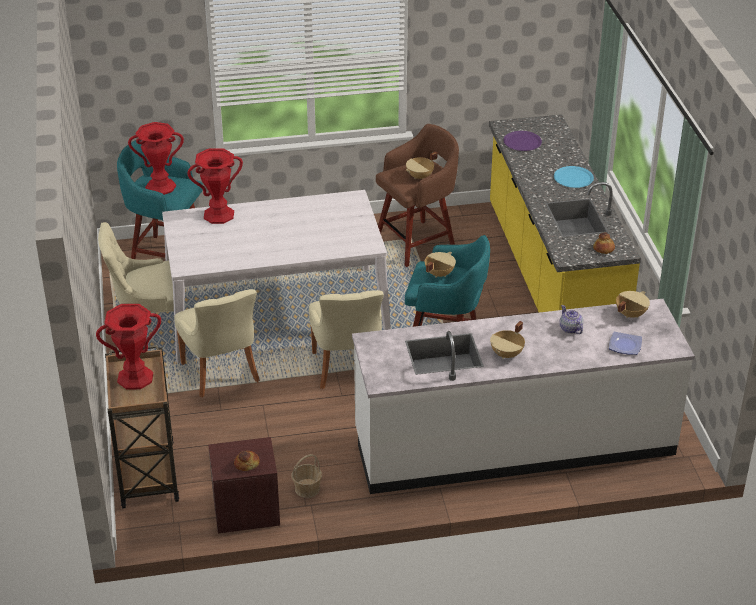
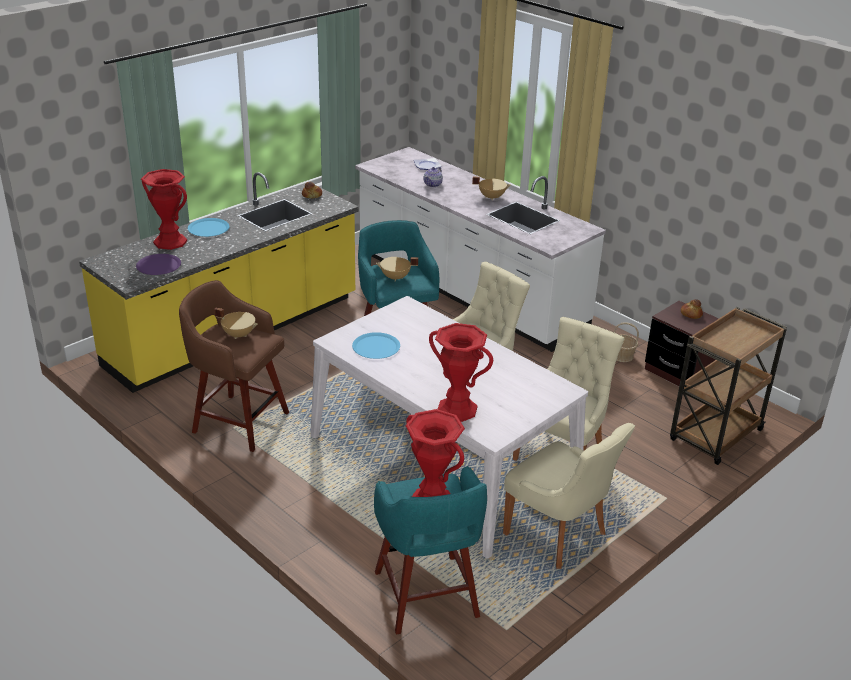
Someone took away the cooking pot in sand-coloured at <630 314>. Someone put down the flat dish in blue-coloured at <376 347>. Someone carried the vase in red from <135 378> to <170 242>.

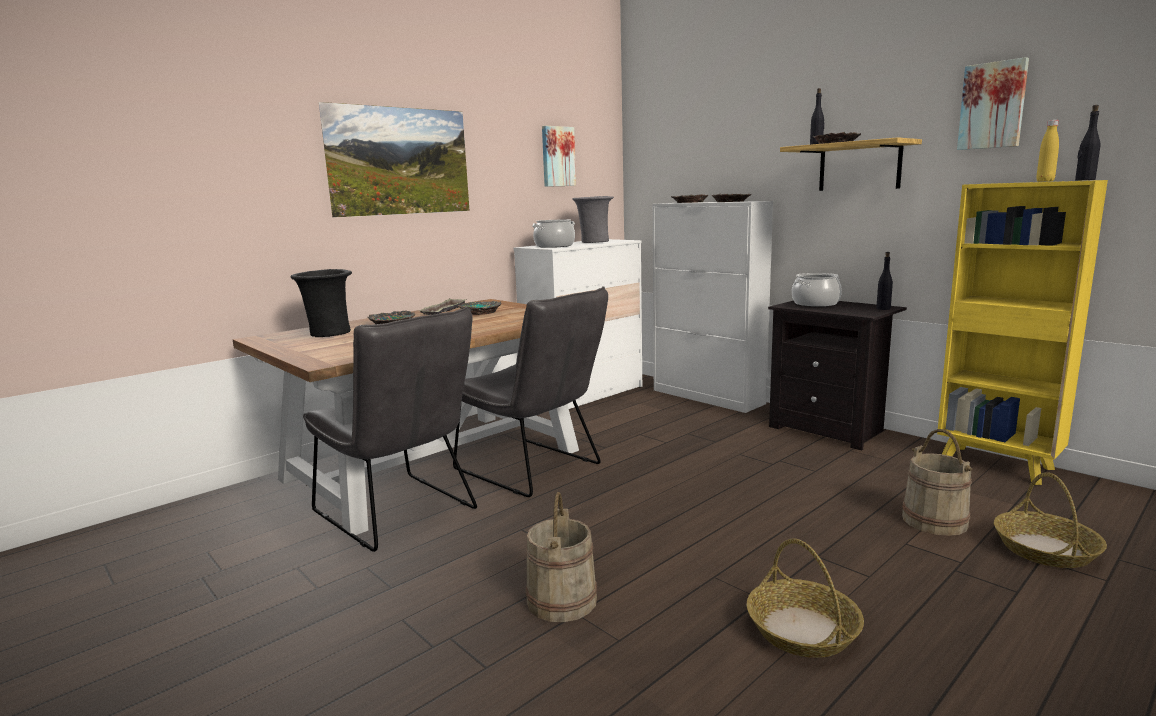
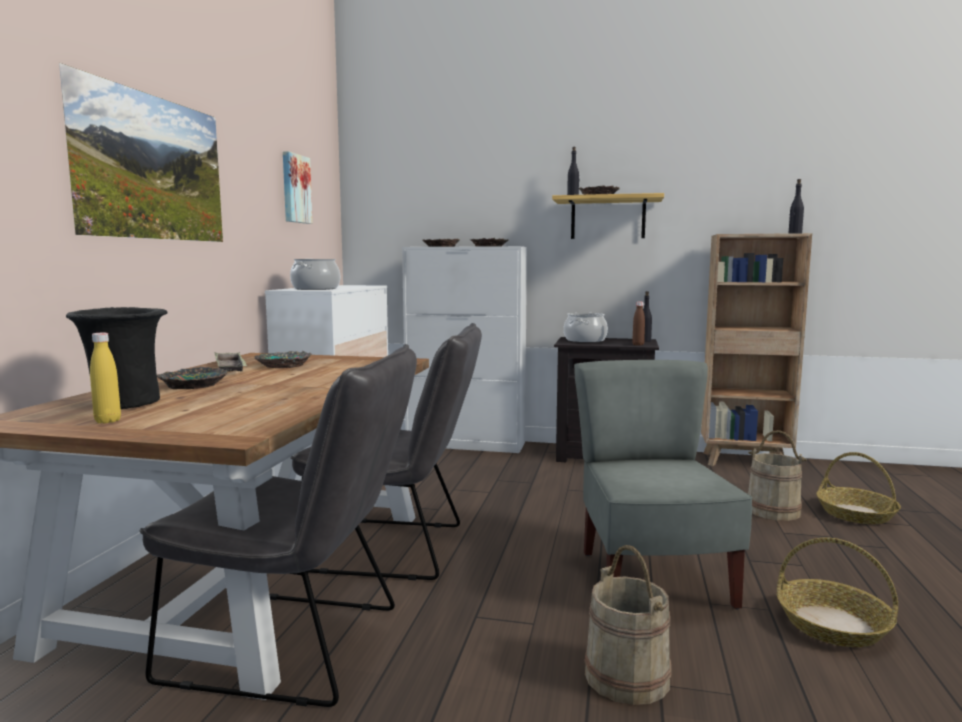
Someone took away the vase in gray at <594 242>. Someone took away the wall art at <992 106>. Someone put down the upright chair in gray at <651 579>. Someone put down the beverage bottle in brown-coloured at <638 345>. Someone carried the beverage bottle in yellowish from <1045 181> to <107 421>. Someone repainted the bookshelf in yellowish at <998 465>, which became the bookshelf in brown-coloured at <745 461>.

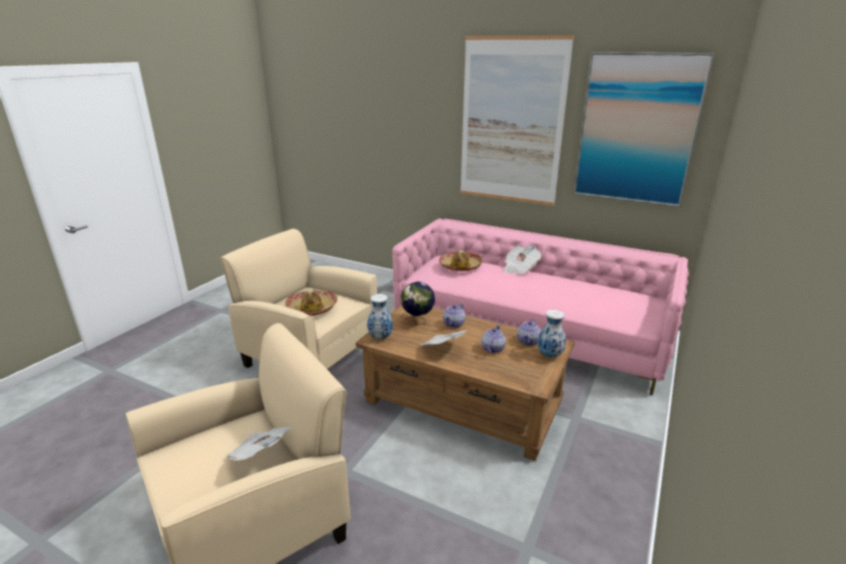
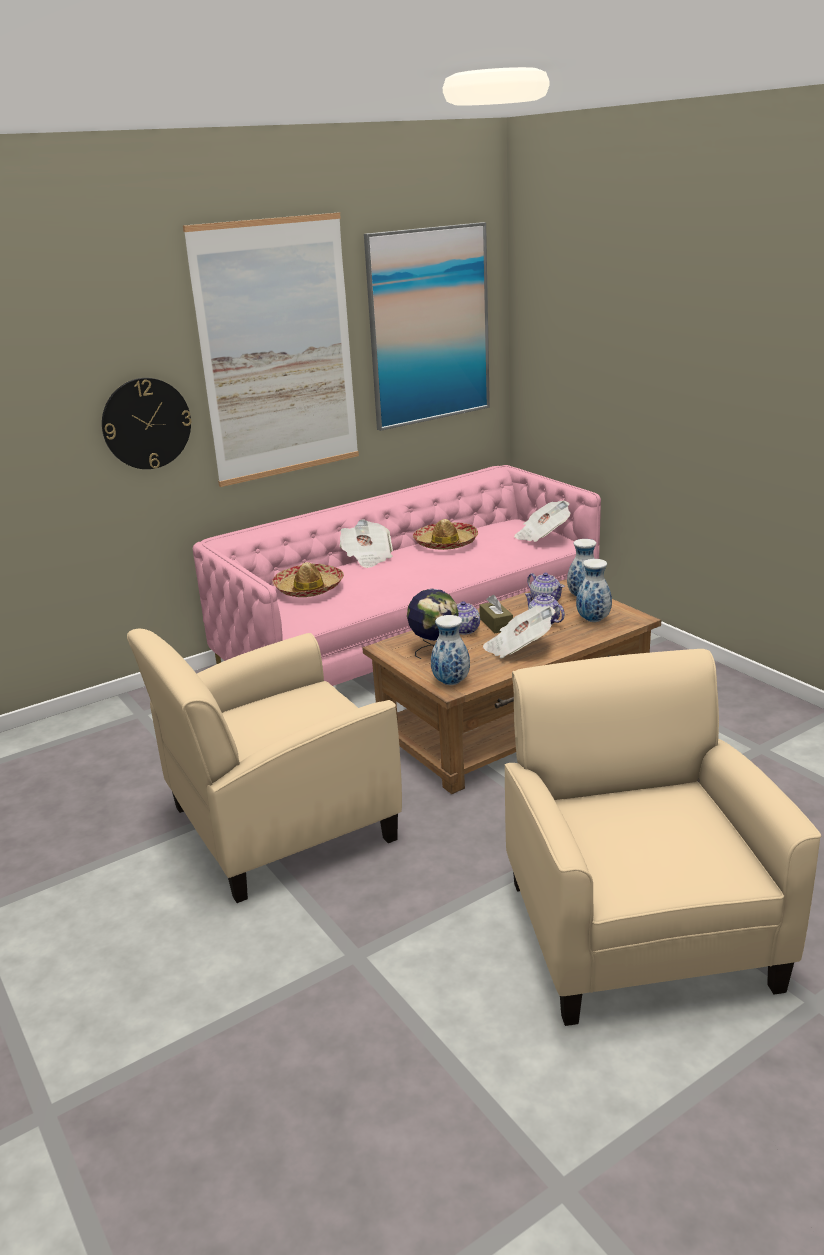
Someone put up the wall clock at <146 423>. Someone put down the tissue box in brown-coloured at <496 624>. Someone put down the vase at <592 620>. Someone carried the newspaper from <260 455> to <542 535>. Someone carried the hat from <312 308> to <445 543>.

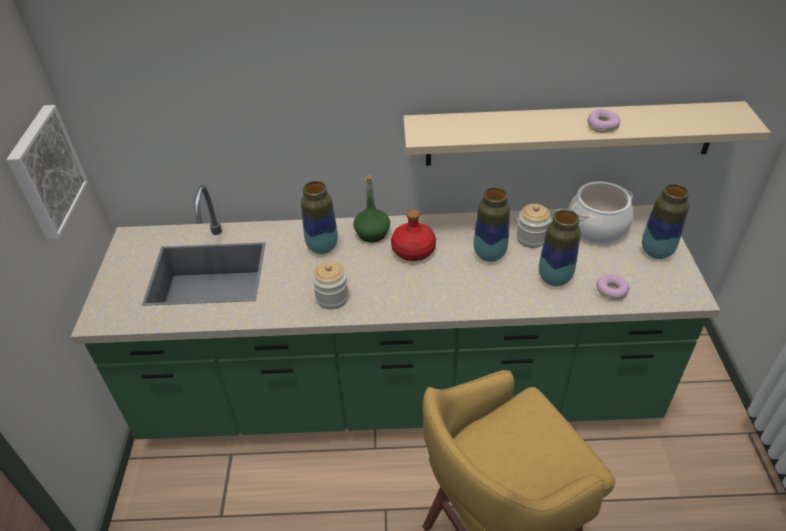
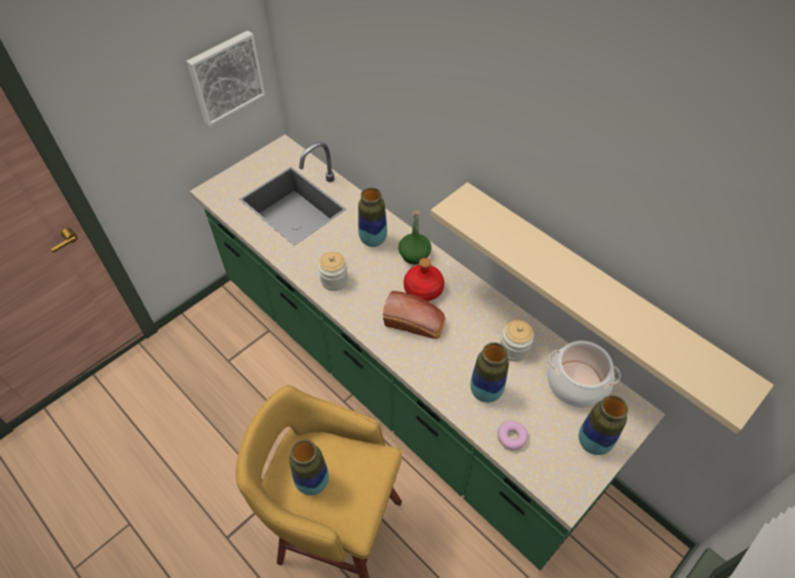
Someone took away the doughnut at <602 126>. Someone put down the baked bread at <416 323>. Someone carried the vase from <489 254> to <312 482>.

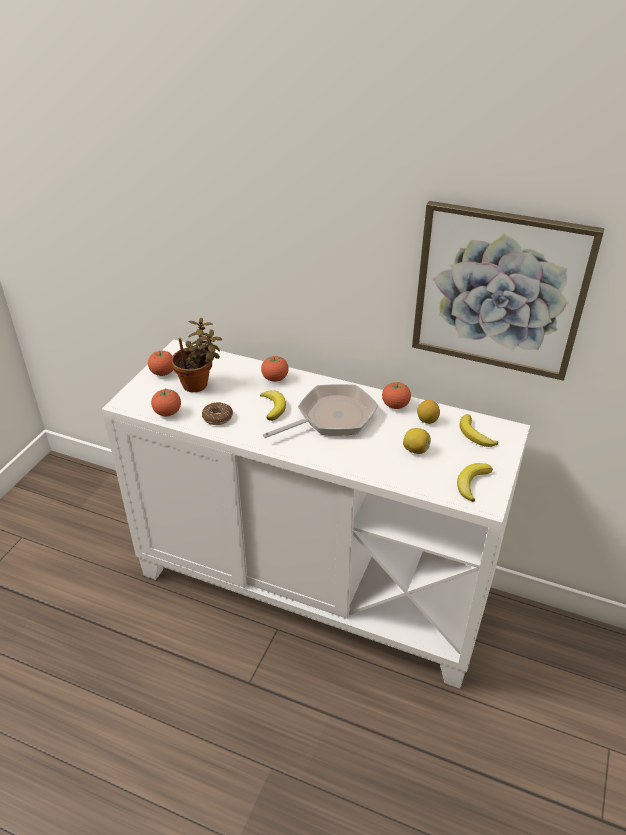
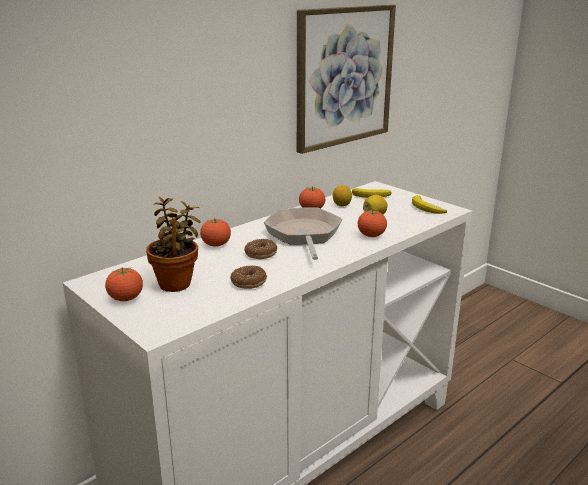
Someone carried the whole tomato from <167 413> to <371 236>. Someone swapped the banana fruit at <273 407> for the doughnut at <261 254>.

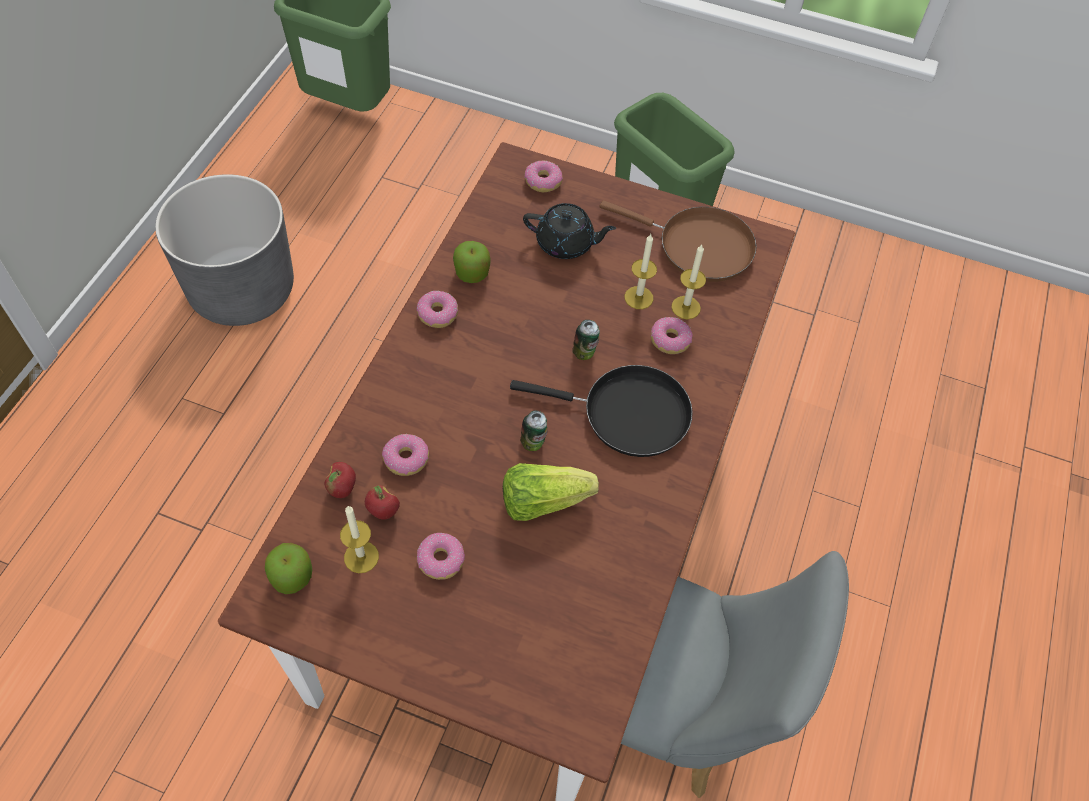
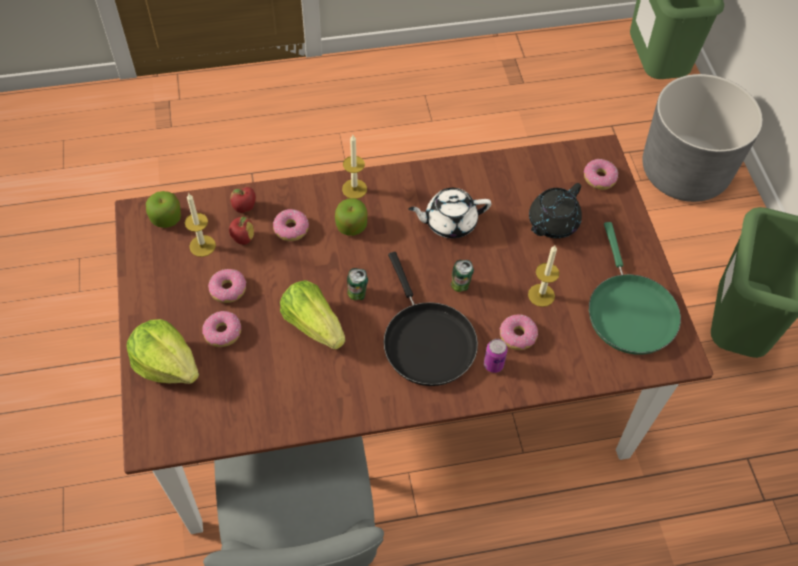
Someone put down the lettuce at <166 364>. Someone put down the pot for tea in whitish at <449 222>. Someone put down the metal can at <493 365>. Someone carried the plant pot in gray from <242 290> to <684 172>. Someone carried the doughnut from <437 314> to <223 332>. Someone carried the apple from <472 272> to <351 226>. Someone carried the wax candle from <685 307> to <354 189>. Someone repainted the pan in brown-coloured at <698 246>, which became the pan in greenish at <629 311>. Someone rotated the pot for tea in black-coloured at <566 244> by 60 degrees clockwise.

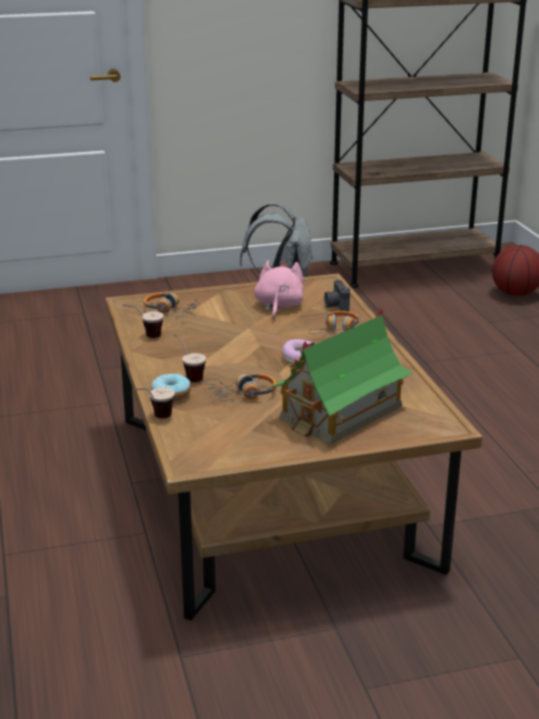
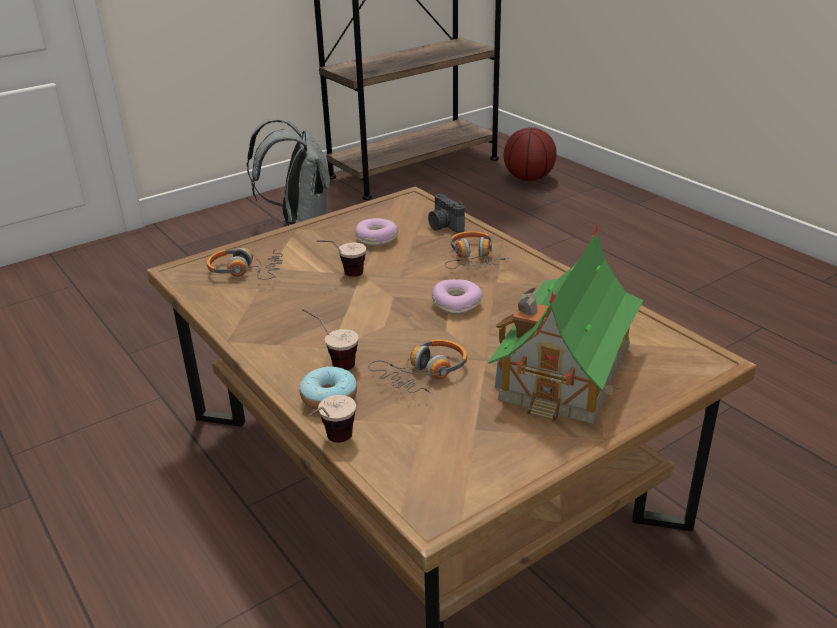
Someone carried the small cup from <144 336> to <343 276>. Someone swapped the cuddly toy in pink-coloured at <278 306> for the doughnut at <377 239>.

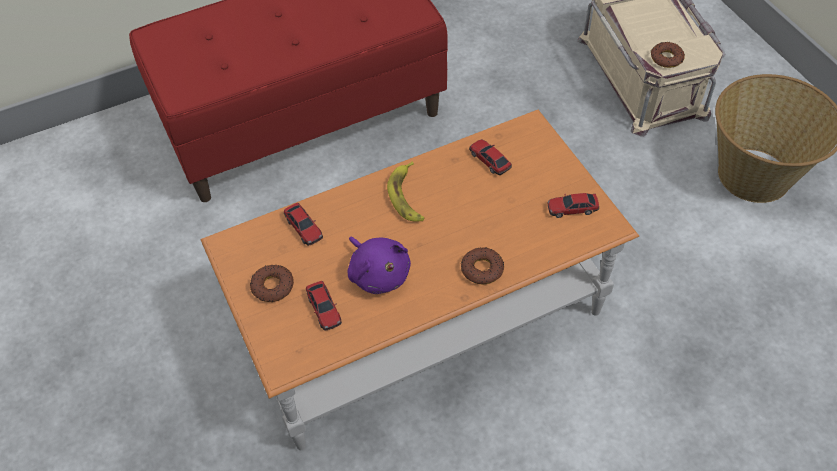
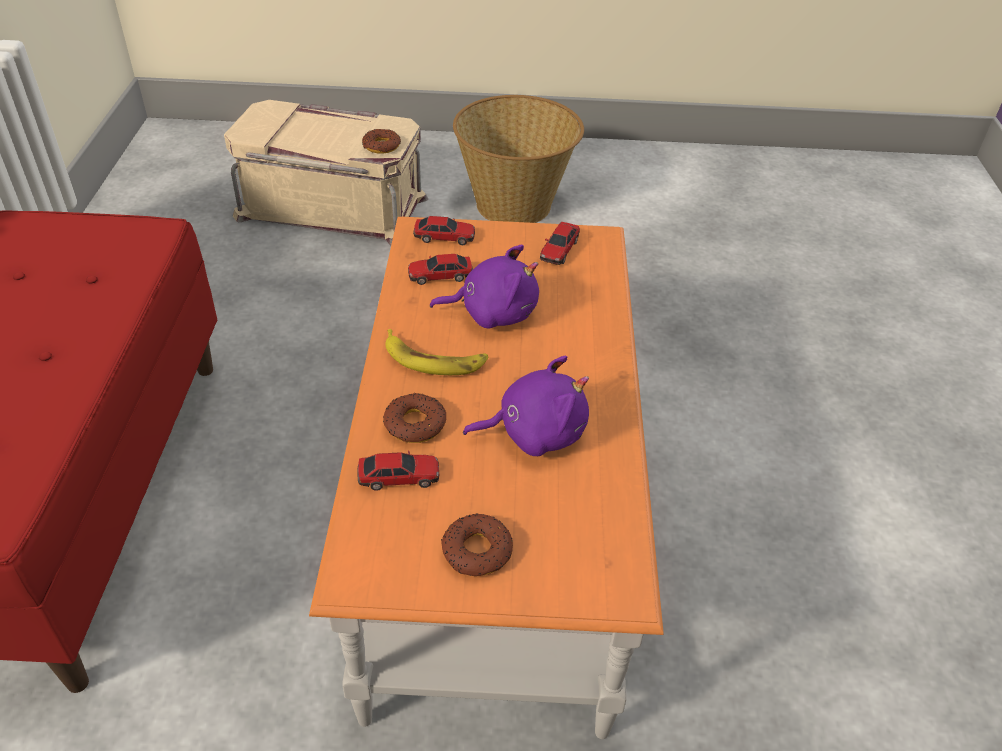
Someone put down the cuddly toy in purplish at <493 313>. Someone carried the miniature car from <324 309> to <444 237>. Someone carried the doughnut from <482 269> to <415 424>.

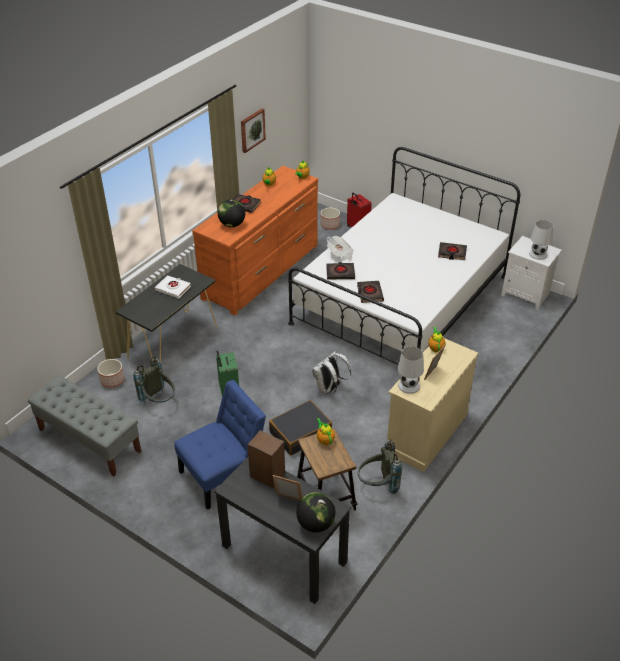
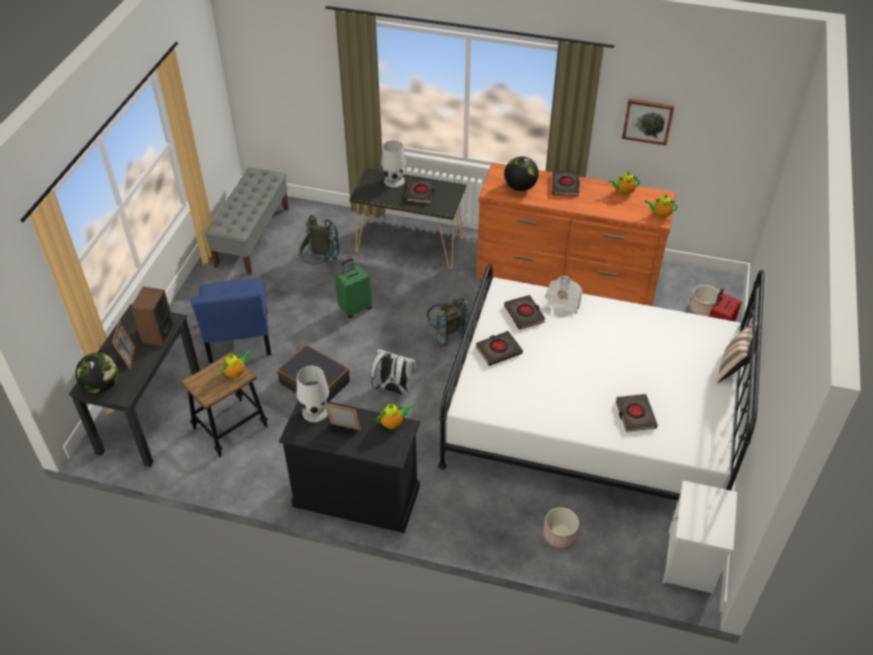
Someone put down the cushion in sand-coloured at <733 368>. Someone carried the plant pot from <112 380> to <559 535>. Someone carried the backpack in gray from <378 485> to <445 333>. Someone carried the tabletop lamp in whitish from <538 254> to <394 181>. Someone repainted the bound book in whitish at <173 289>, which became the bound book in black-coloured at <421 193>. Someone repainted the chest of drawers in sand-coloured at <426 432>, which became the chest of drawers in black-coloured at <356 496>. Someone rotated the upright chair in blue-coloured at <223 474> by 45 degrees clockwise.

